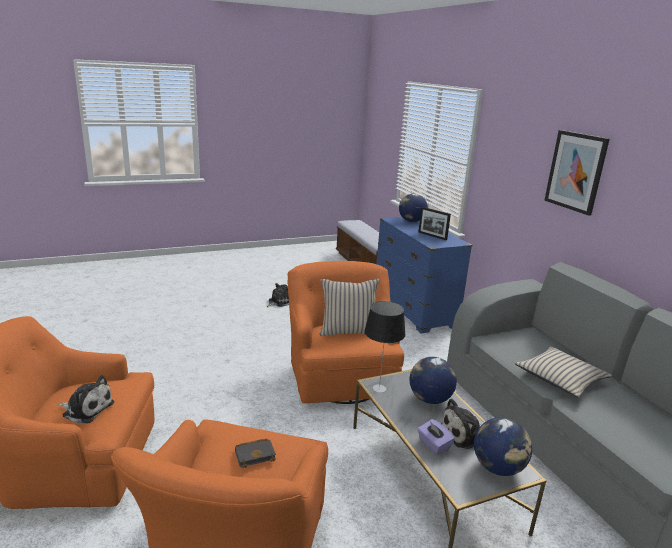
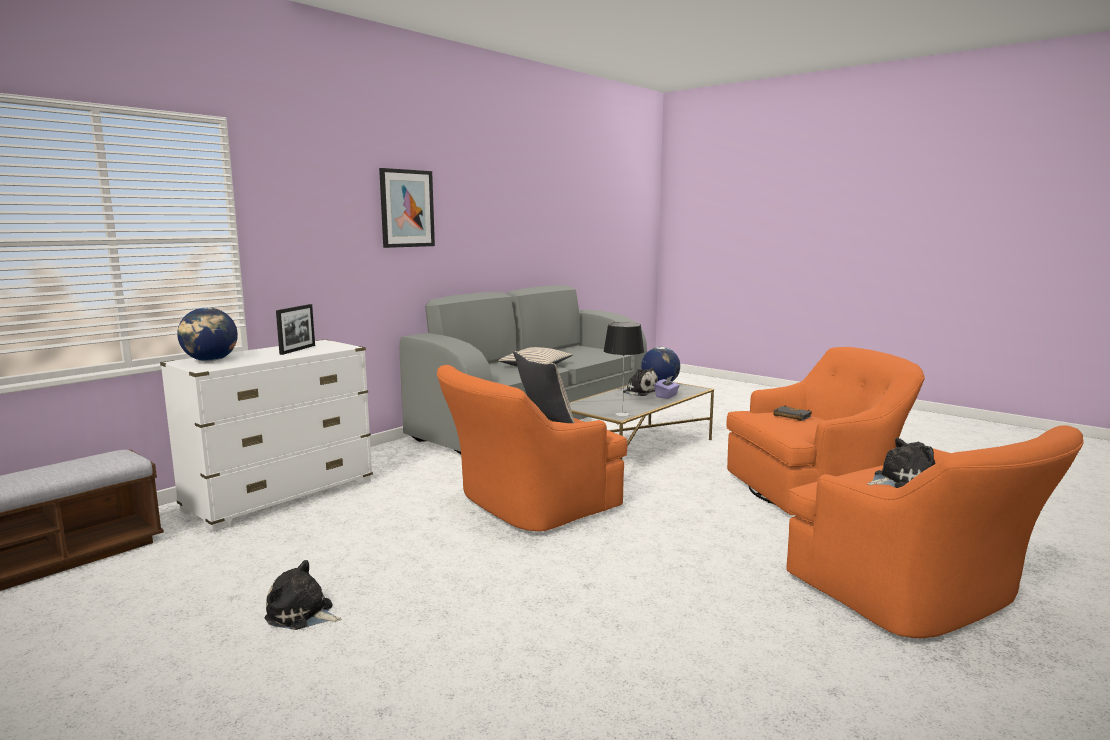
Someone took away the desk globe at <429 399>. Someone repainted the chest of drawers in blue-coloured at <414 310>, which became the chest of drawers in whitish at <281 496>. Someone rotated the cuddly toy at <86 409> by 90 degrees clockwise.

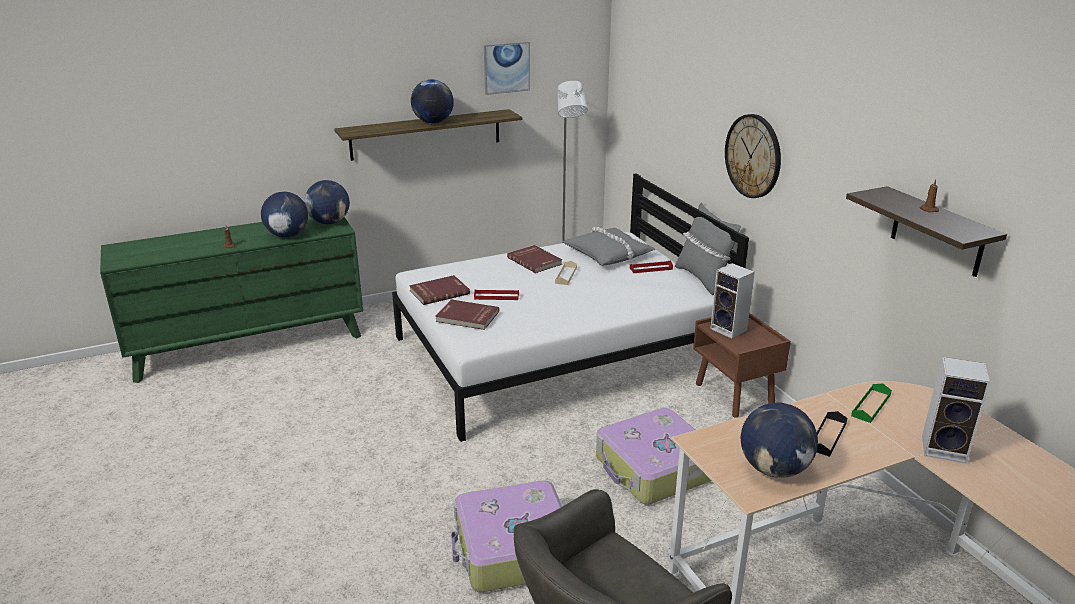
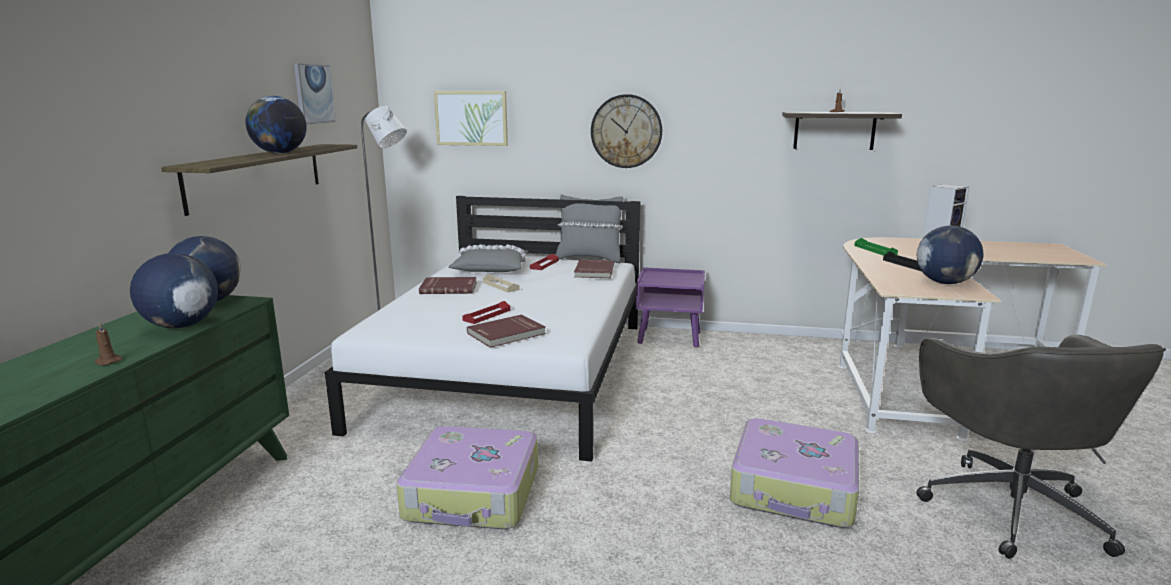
Someone took away the speaker at <730 330>. Someone put up the wall art at <471 118>. Someone carried the bound book in red from <439 292> to <593 271>. Someone carried the suitcase from <654 469> to <473 494>. Someone repainted the bedside table in brown-coloured at <735 395>, which became the bedside table in purplish at <670 338>.

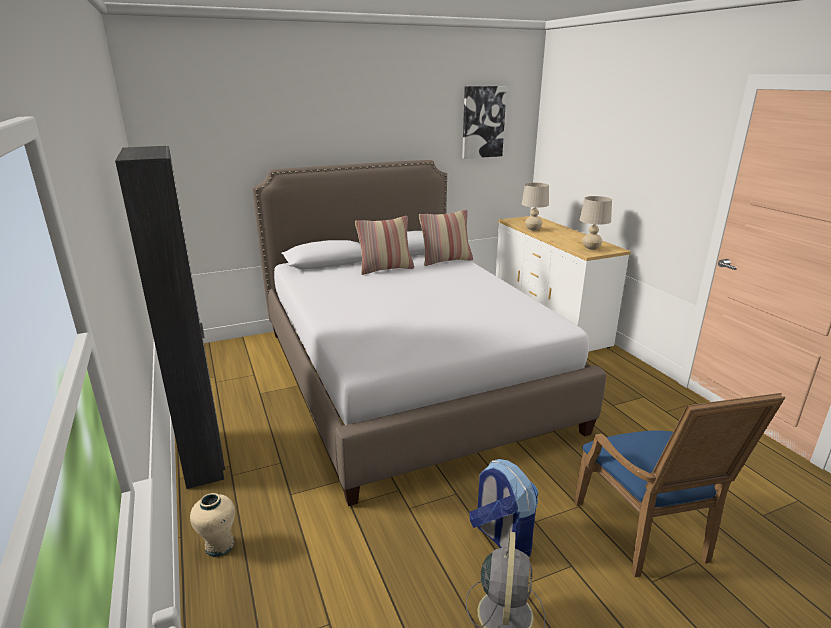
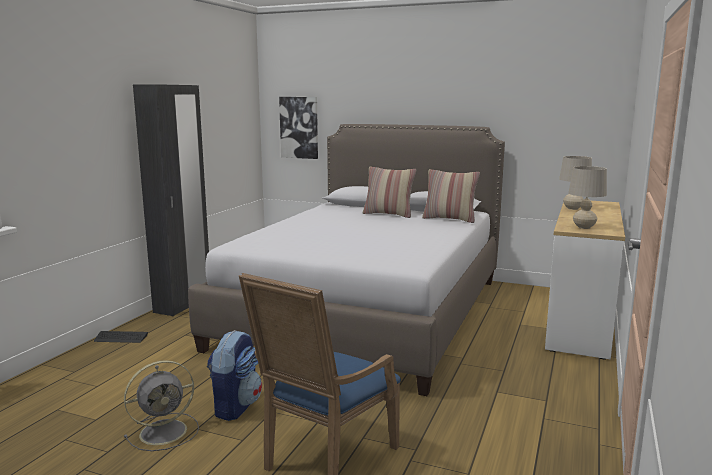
Someone carried the wall art from <483 122> to <299 127>. Someone swapped the vase in sand-coloured at <219 546> for the keyboard at <121 338>.

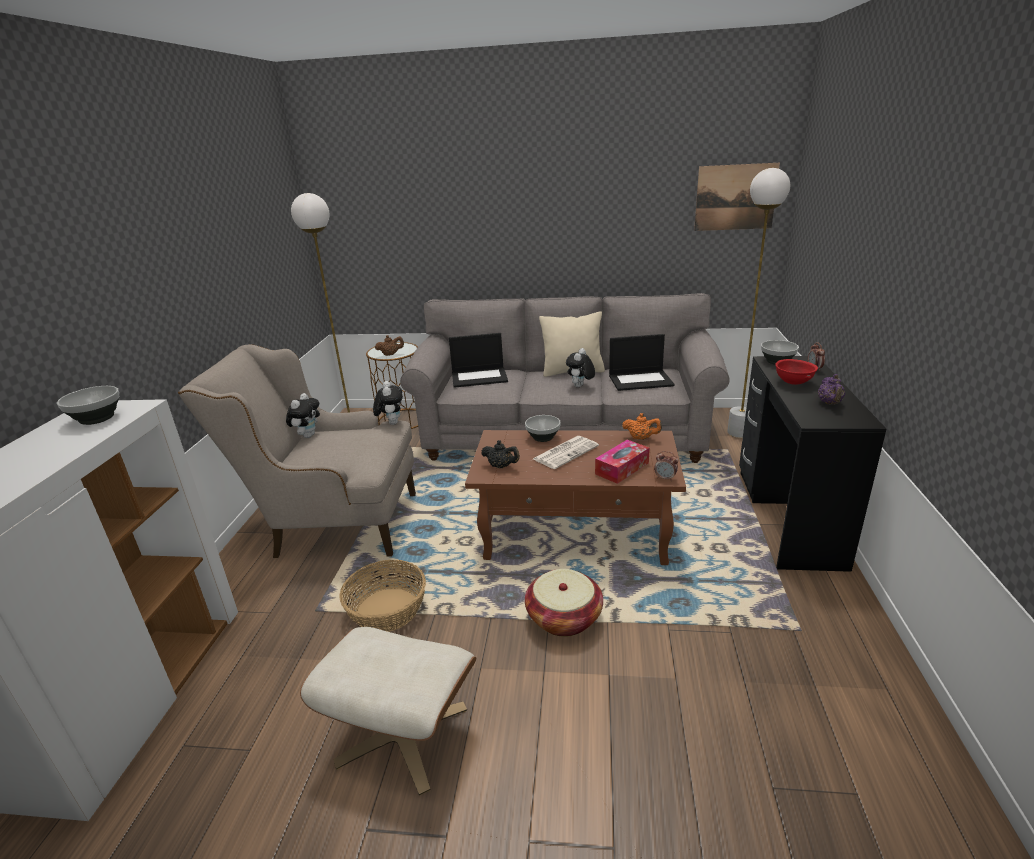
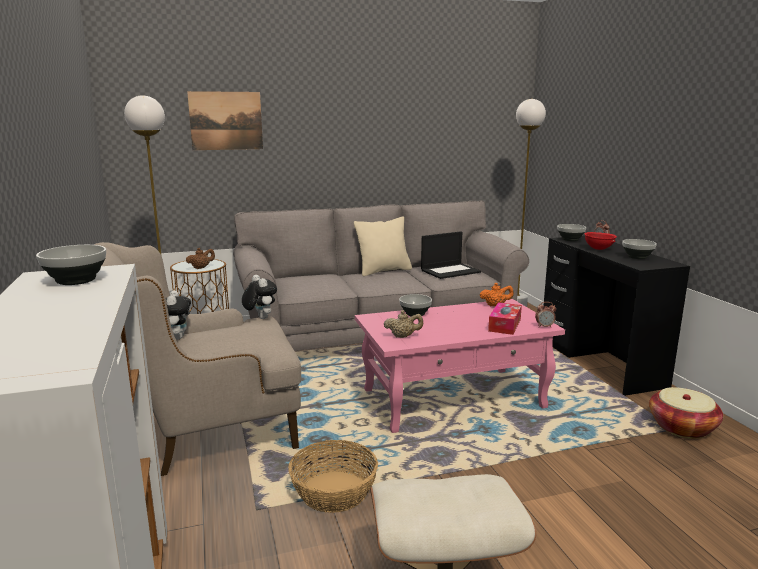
Someone took away the laptop at <480 377>. Someone took away the newspaper at <566 452>. Someone took away the cuddly toy at <580 386>. Someone carried the storage basket from <564 618> to <682 427>. Someone carried the wall art from <735 197> to <226 121>. Someone swapped the pot for tea in purplish at <829 403> for the bowl at <638 257>. Someone repainted the low table in brown-coloured at <577 532>, which became the low table in pink-coloured at <454 399>. Someone repainted the pot for tea in black-coloured at <501 466>, which became the pot for tea in sand-coloured at <403 336>.

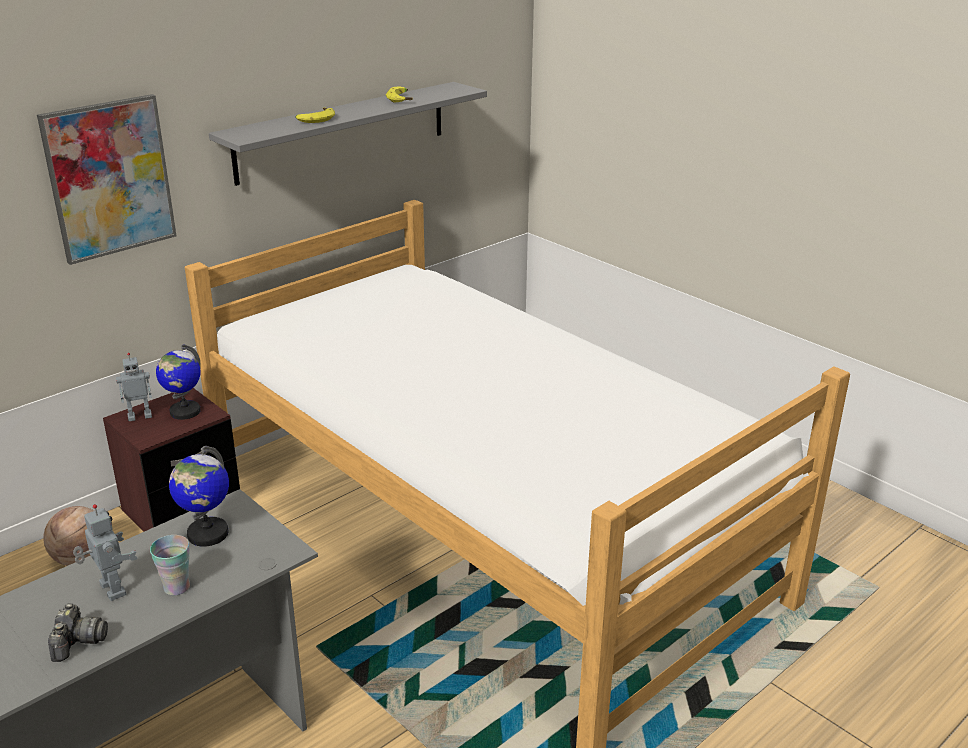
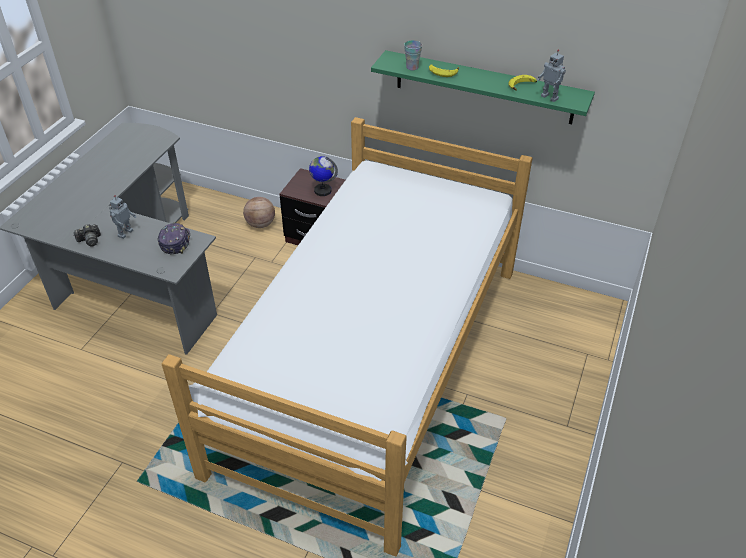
Someone took away the wall art at <109 178>. Someone carried the model robot from <140 416> to <550 97>. Someone carried the small cup from <177 587> to <412 67>. Someone swapped the desk globe at <207 534> for the cap at <175 242>. Someone repainted the bracket shelf in gray at <343 131>, which became the bracket shelf in greenish at <484 87>.

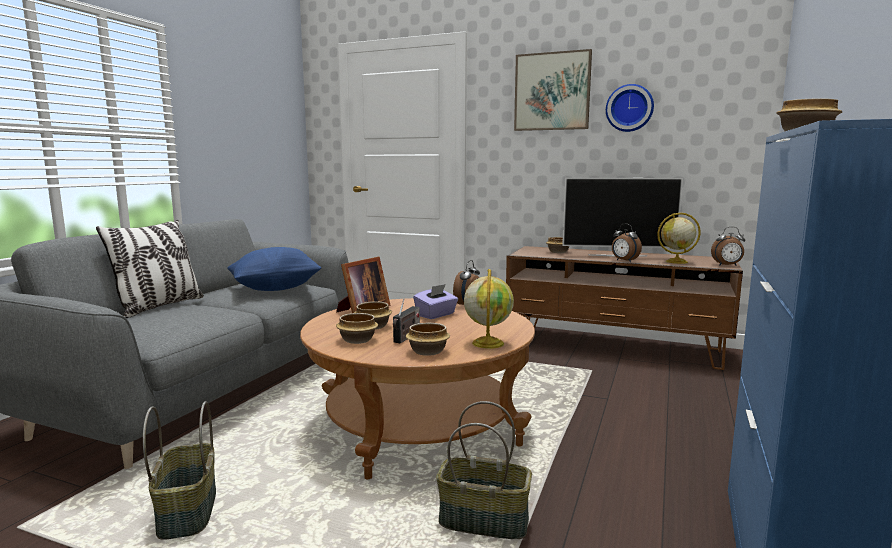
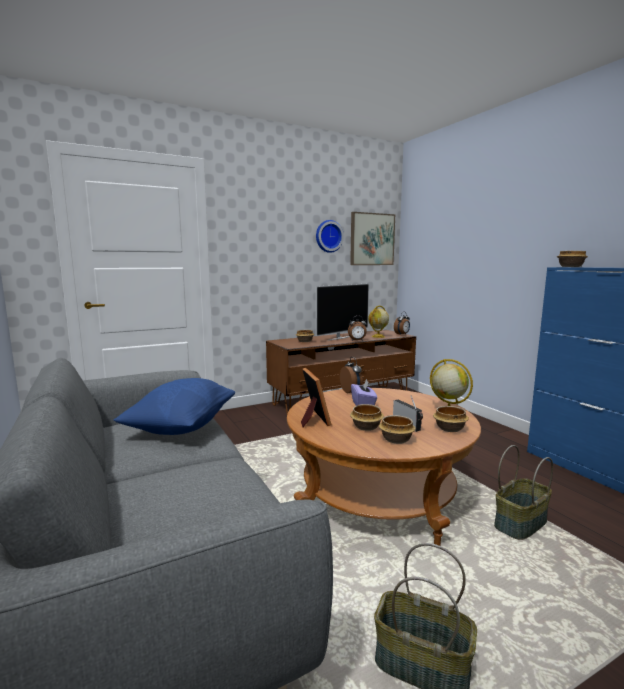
Someone took away the cushion at <159 307>. Someone carried the wall art from <552 91> to <372 239>.

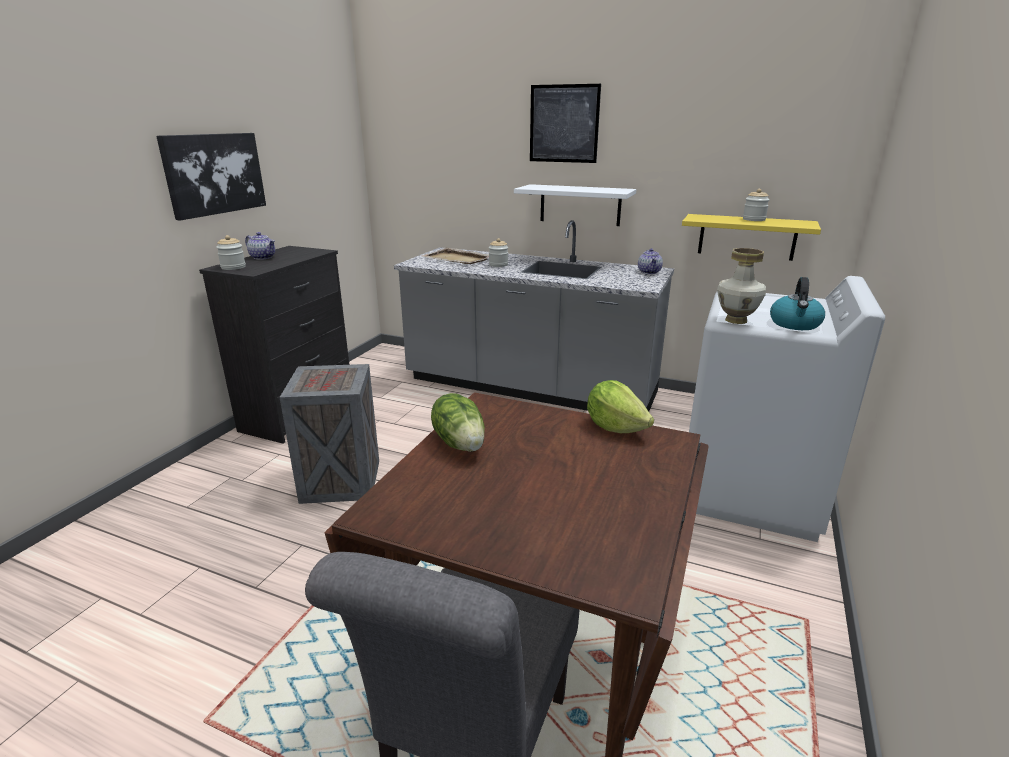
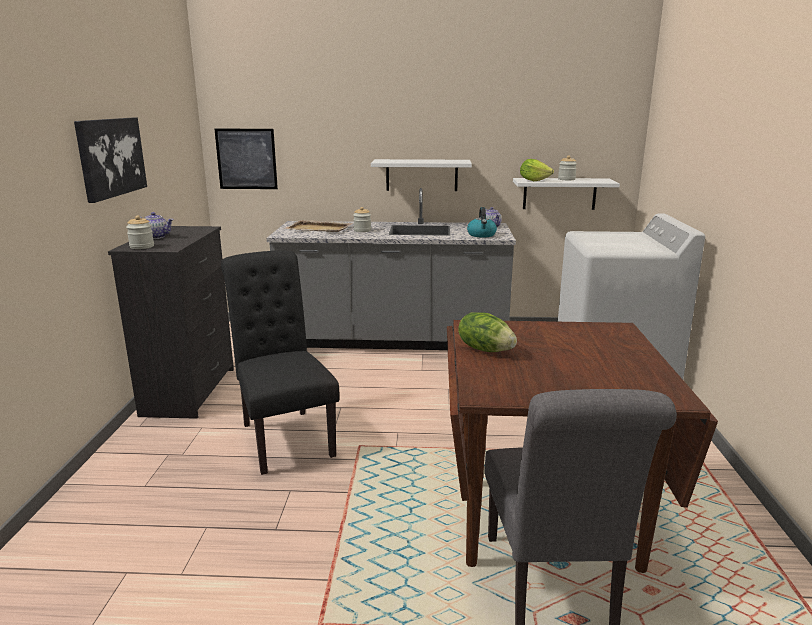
Someone took away the vase at <736 320>. Someone carried the wall art from <564 124> to <246 159>. Someone carried the lettuce from <615 427> to <534 180>. Someone carried the kettle from <795 324> to <481 235>. Someone swapped the packing crate at <343 480> for the upright chair in black-coloured at <284 436>. Someone repainted the bracket shelf in yellowish at <747 237>, which became the bracket shelf in whitish at <559 193>.

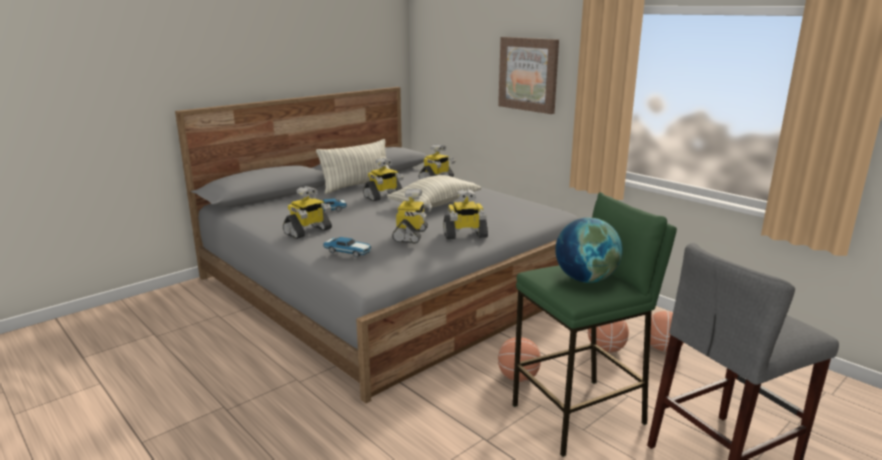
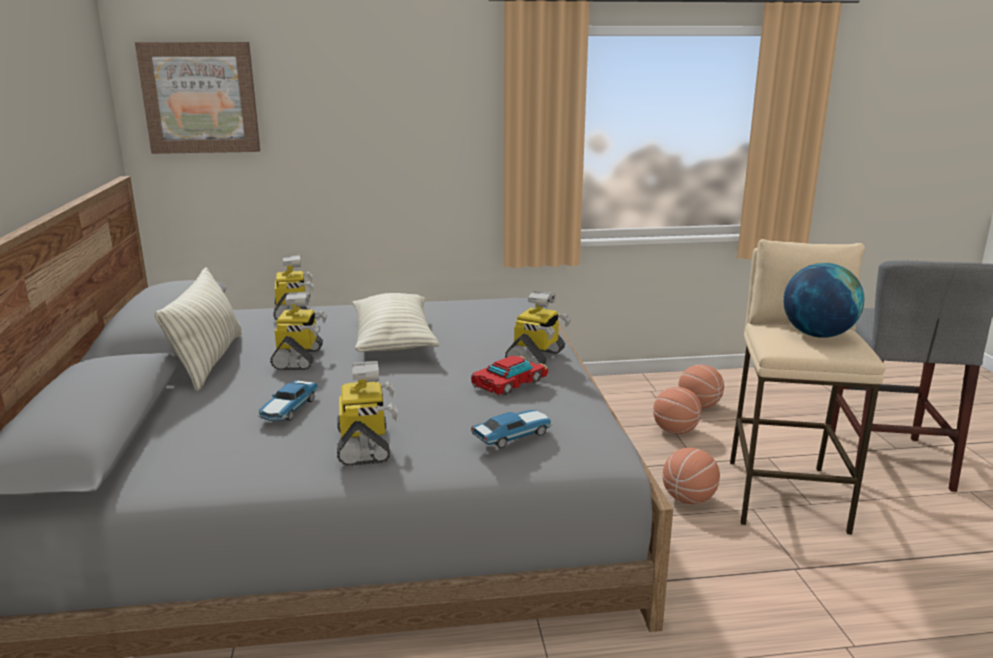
Someone carried the wall art from <528 74> to <200 98>. Someone swapped the model robot at <411 235> for the miniature car at <509 382>. Someone repainted the stool seat in greenish at <580 415>, which became the stool seat in sand-coloured at <785 495>.

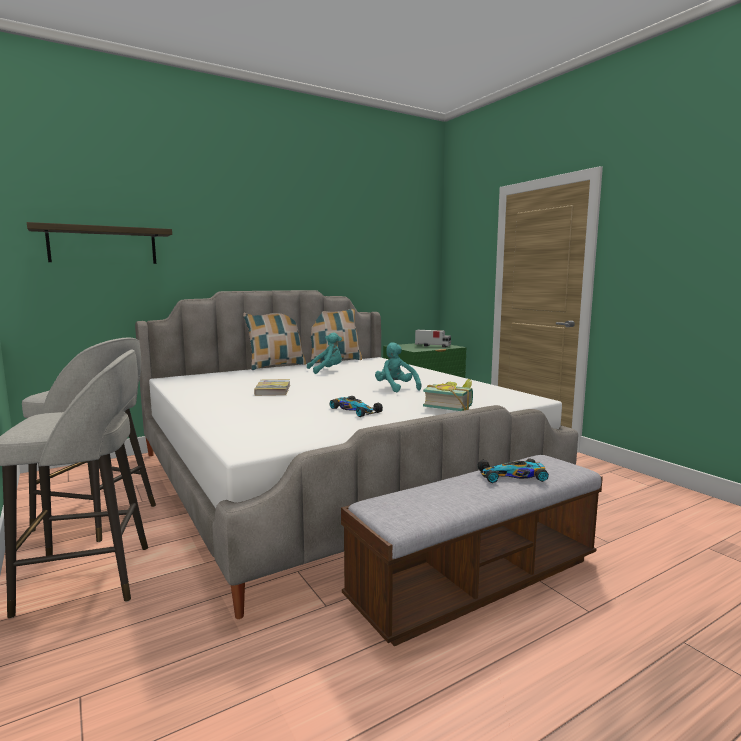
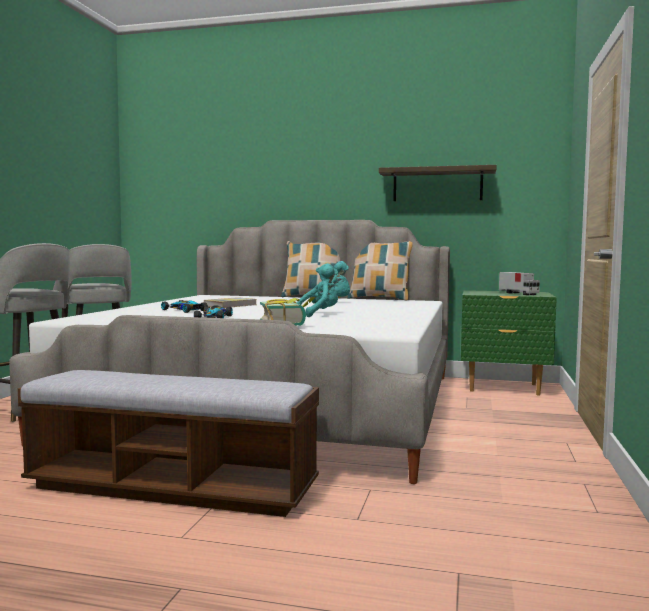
Someone carried the bracket shelf from <103 245> to <437 185>. Someone carried the miniature car from <513 476> to <184 310>. Someone rotated the cuddly toy in turquoise-coloured at <396 388> by 45 degrees clockwise.

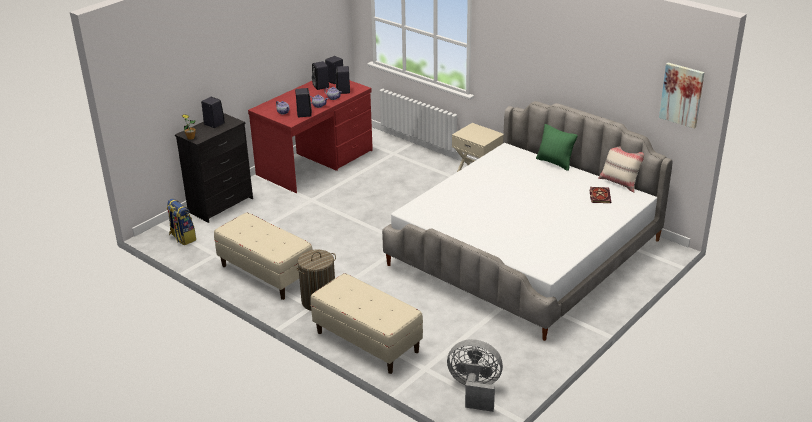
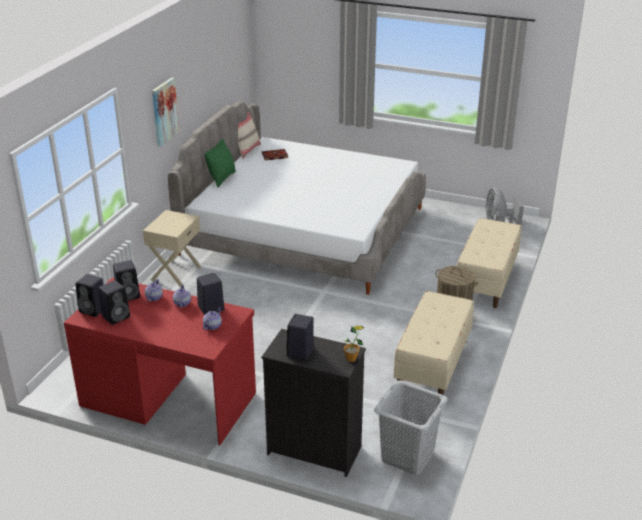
Someone carried the wall art from <682 95> to <164 111>. Someone swapped the backpack at <182 238> for the laundry basket in gray at <407 457>.

